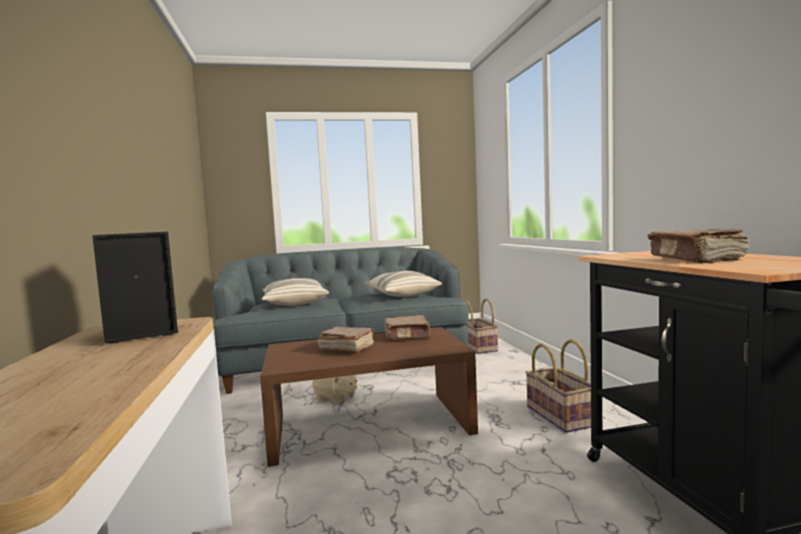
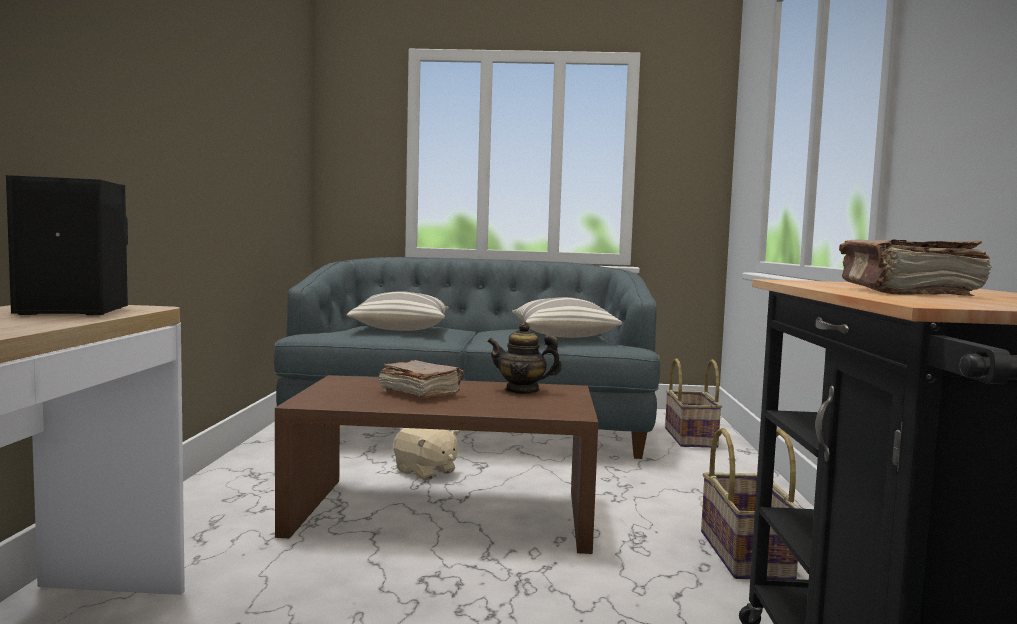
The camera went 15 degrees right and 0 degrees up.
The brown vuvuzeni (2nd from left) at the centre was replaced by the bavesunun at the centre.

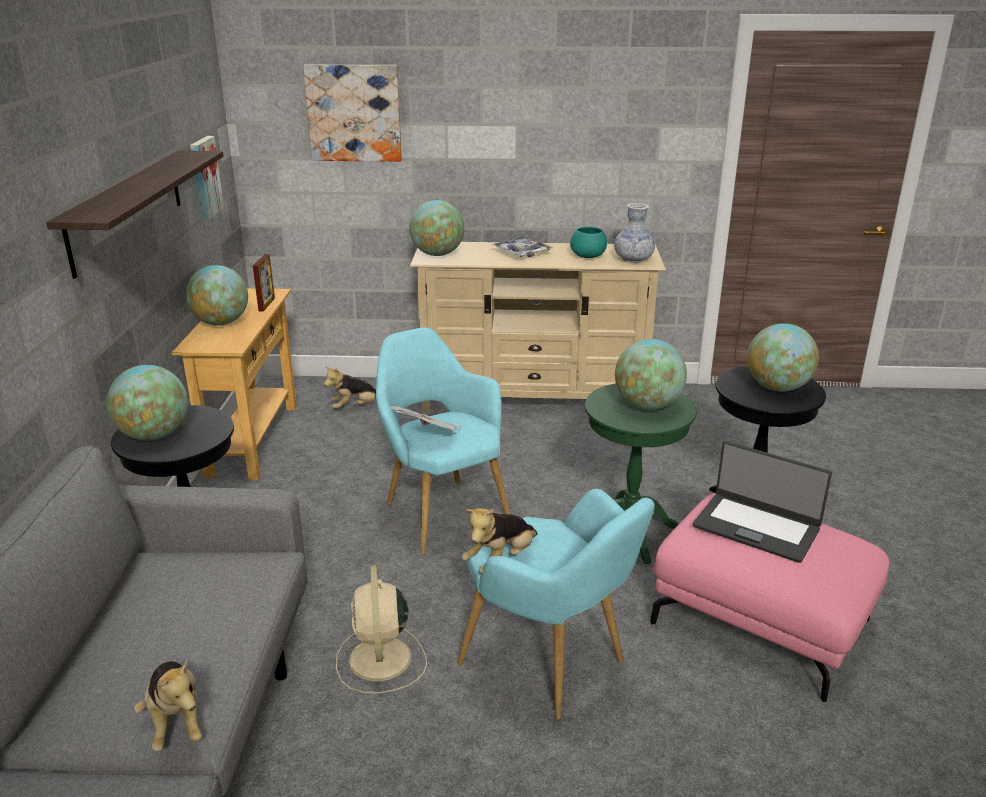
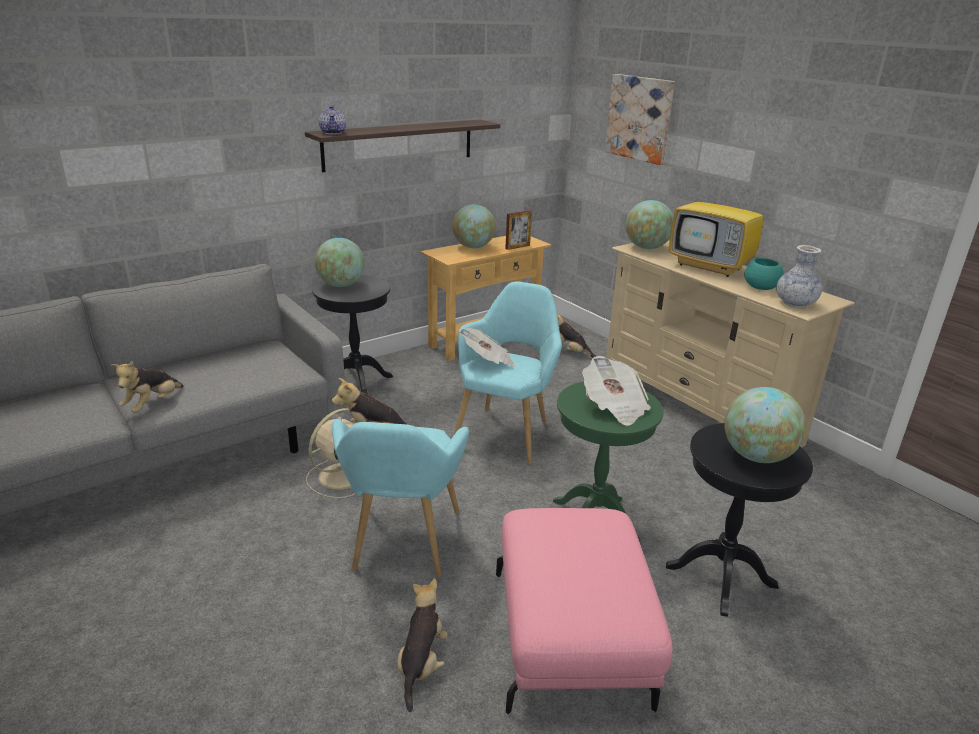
The camera went 50 degrees right and 0 degrees up.
The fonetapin (1st from left) at the top left disappeared.
The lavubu at the middle right disappeared.
The bavesunun at the top centre appeared.
The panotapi (3rd from left) at the bottom centre appeared.
The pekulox at the top centre was replaced by the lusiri at the top right.
The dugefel (4th from left) at the centre was replaced by the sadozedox (2nd from left) at the centre.

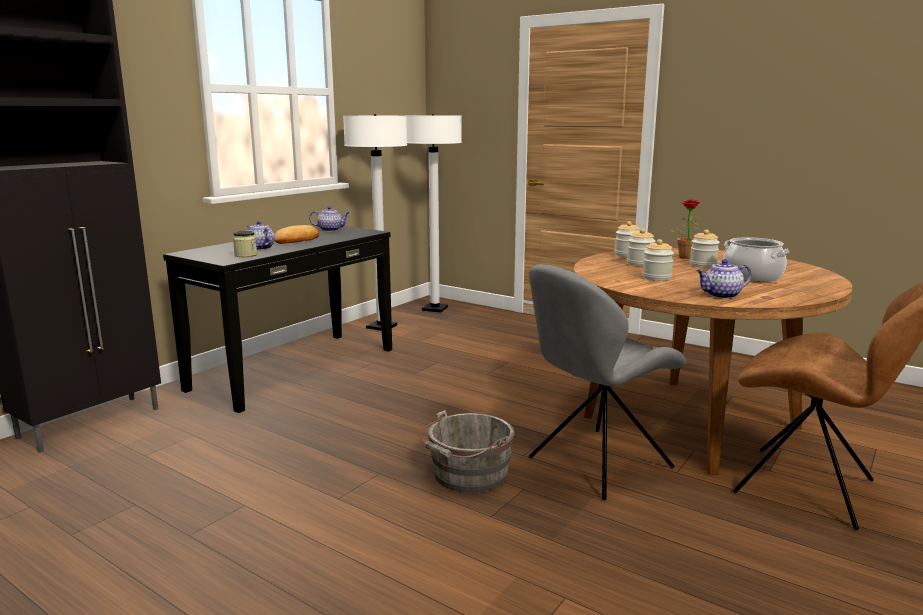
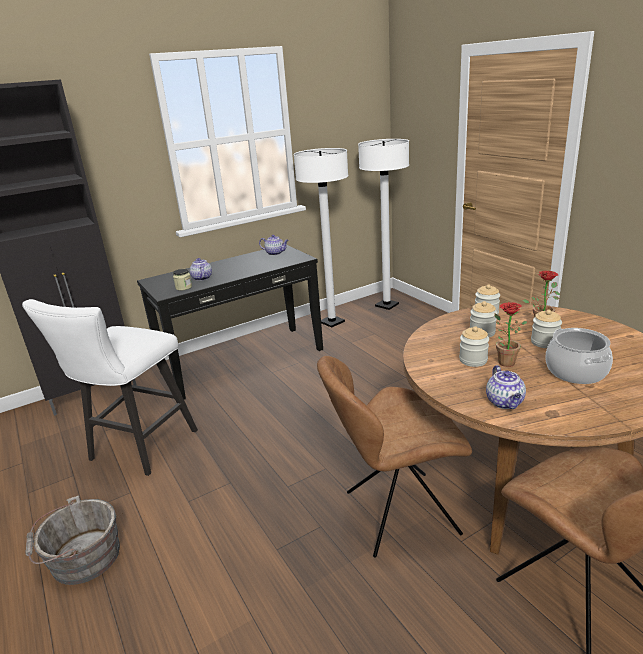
The camera went 25 degrees right and 10 degrees up.
The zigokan at the middle left disappeared.
The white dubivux at the middle left appeared.
The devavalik (1st from left) at the middle right appeared.
The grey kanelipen moved from the bottom centre to the bottom left.
The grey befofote at the centre became the brown befofote (1st from left) at the bottom centre.
The bavesunun (3rd from left) at the middle right turned 105 degrees counterclockwise.

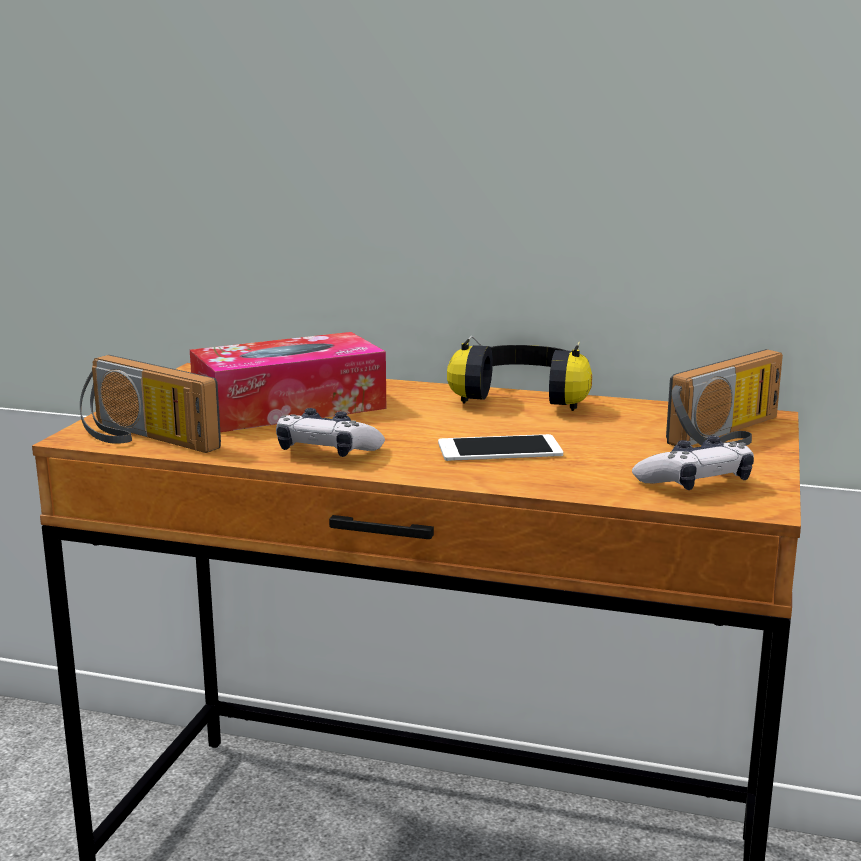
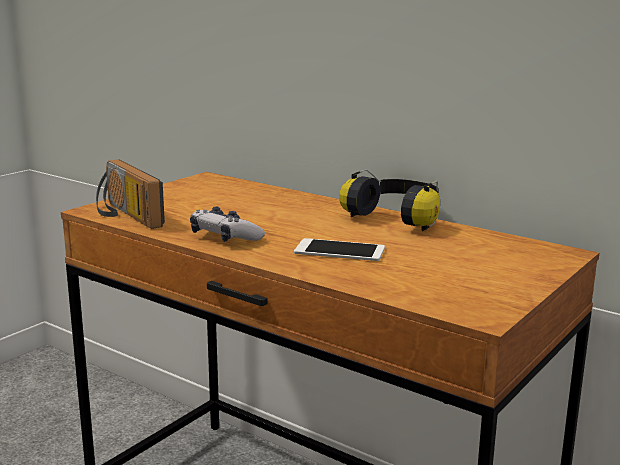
The camera went 20 degrees right and 0 degrees up.
The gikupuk at the centre disappeared.
The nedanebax (2nd from left) at the middle right disappeared.
The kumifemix (2nd from left) at the middle right disappeared.

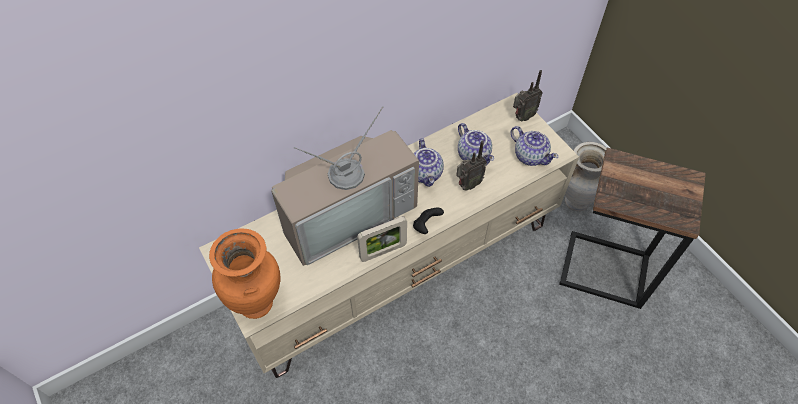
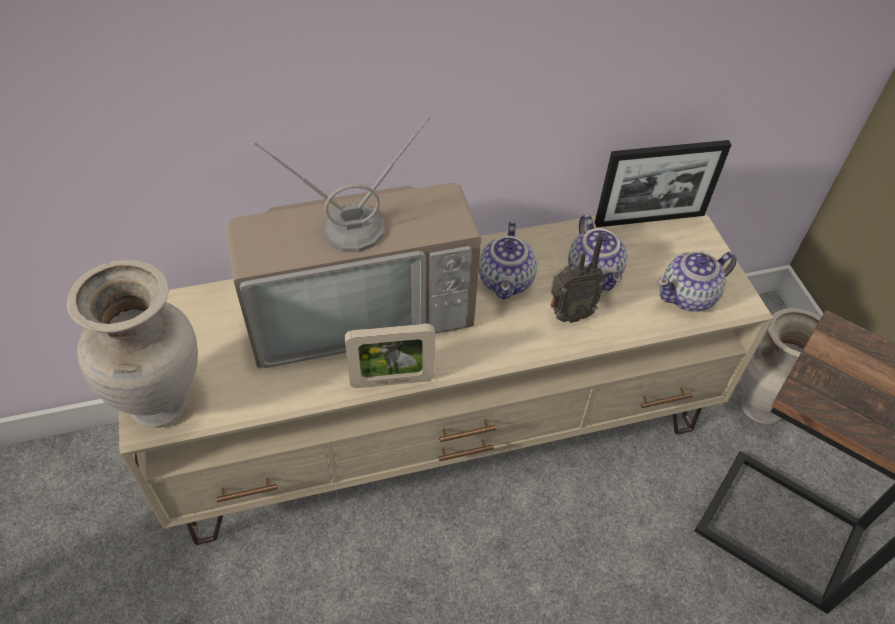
The camera went 15 degrees right and 5 degrees down.
The black nedanebax at the centre disappeared.
The kumifemix (2nd from left) at the top centre disappeared.
The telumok (2nd from left) at the top right appeared.
The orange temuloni at the bottom left became the beige temuloni (1st from left) at the middle left.
The bavesunun (3rd from left) at the middle right turned 90 degrees clockwise.

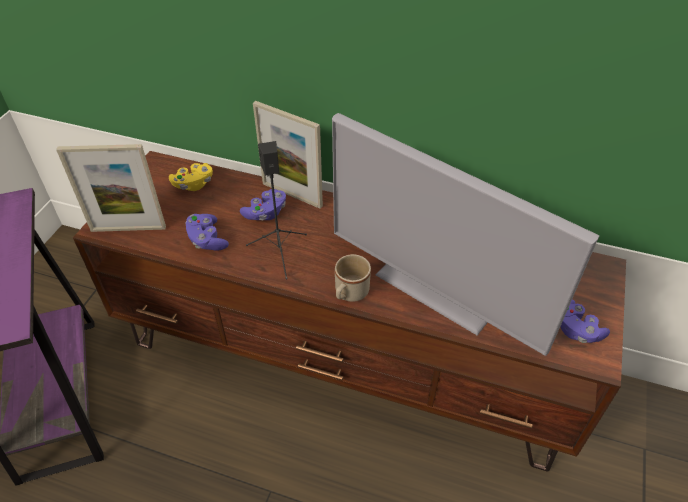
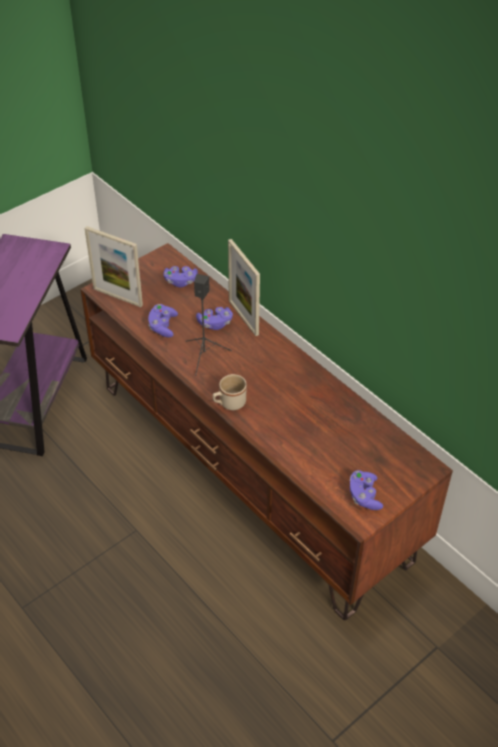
The camera went 30 degrees right and 0 degrees up.
The lusiri at the middle right disappeared.
The yellow nedanebax at the middle left became the purple nedanebax (2nd from left) at the centre.

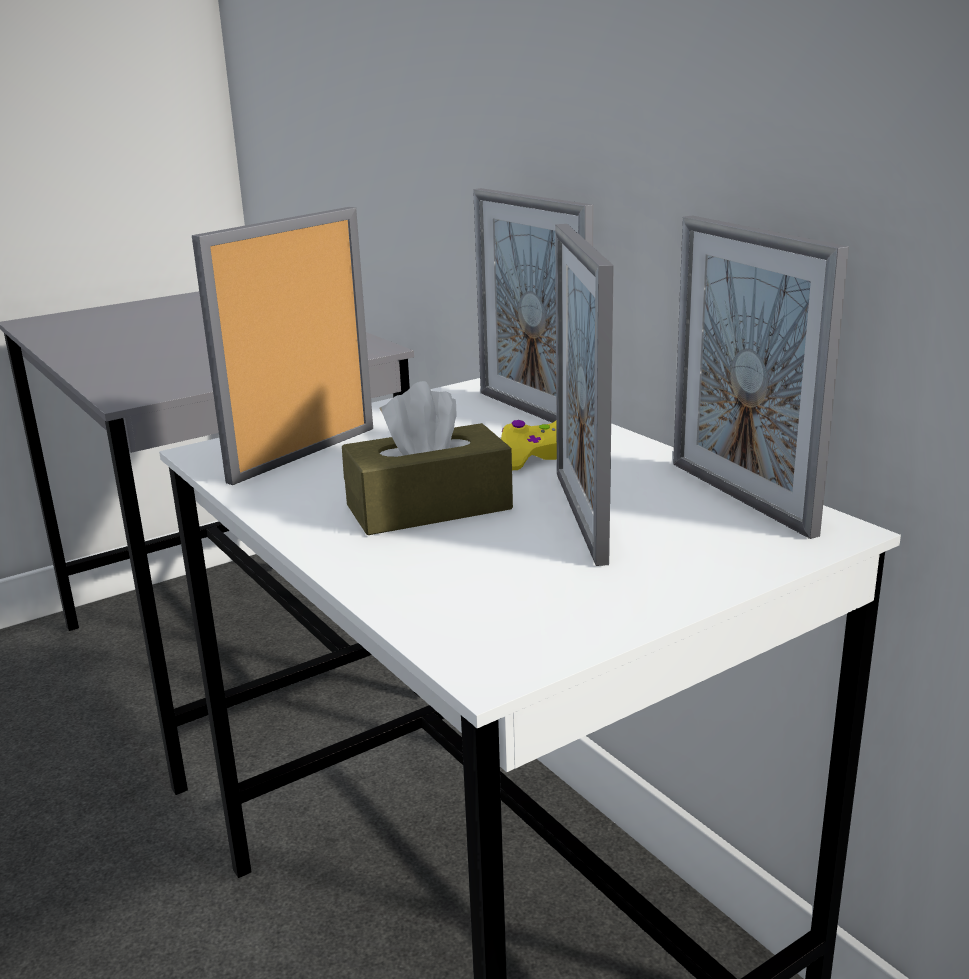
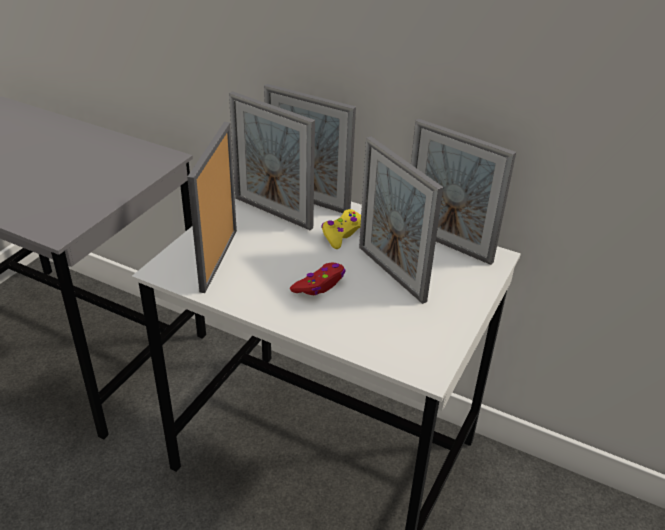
The camera went 30 degrees left and 15 degrees up.
The telumok (2nd from left) at the top centre appeared.
The brown gikupuk at the centre was replaced by the red nedanebax at the centre.

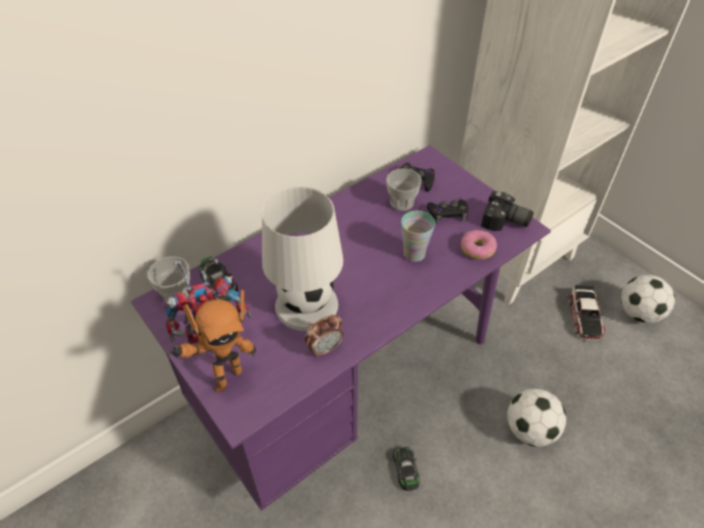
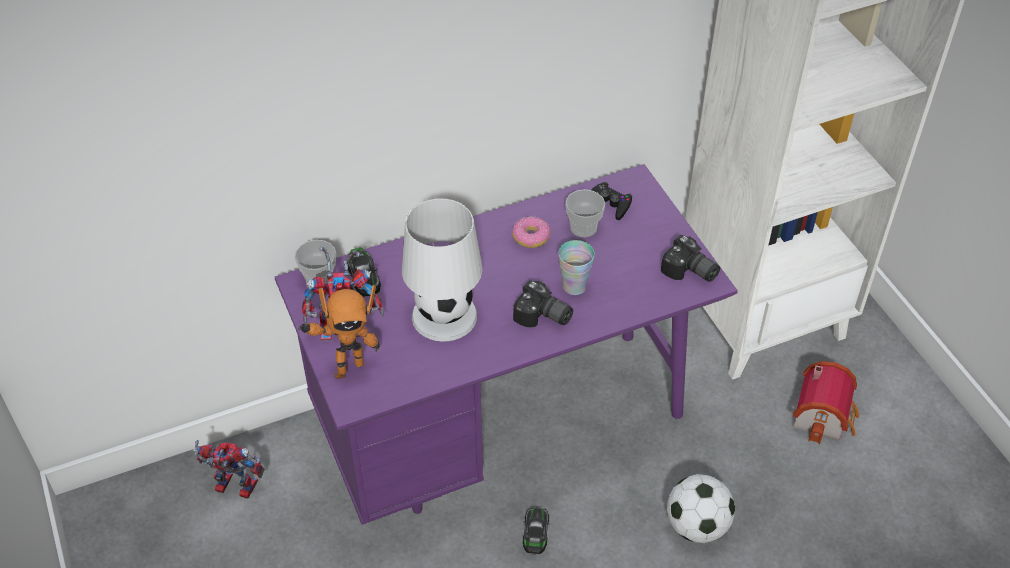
The camera went 15 degrees right and 0 degrees up.
The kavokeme at the centre disappeared.
The black nedanebax (2nd from left) at the centre disappeared.
The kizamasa (2nd from left) at the middle right disappeared.
The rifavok (1st from left) at the bottom left appeared.
The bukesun (1st from left) at the centre appeared.
The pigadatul moved from the middle right to the centre.
The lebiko (3rd from left) at the middle right was replaced by the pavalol at the bottom right.

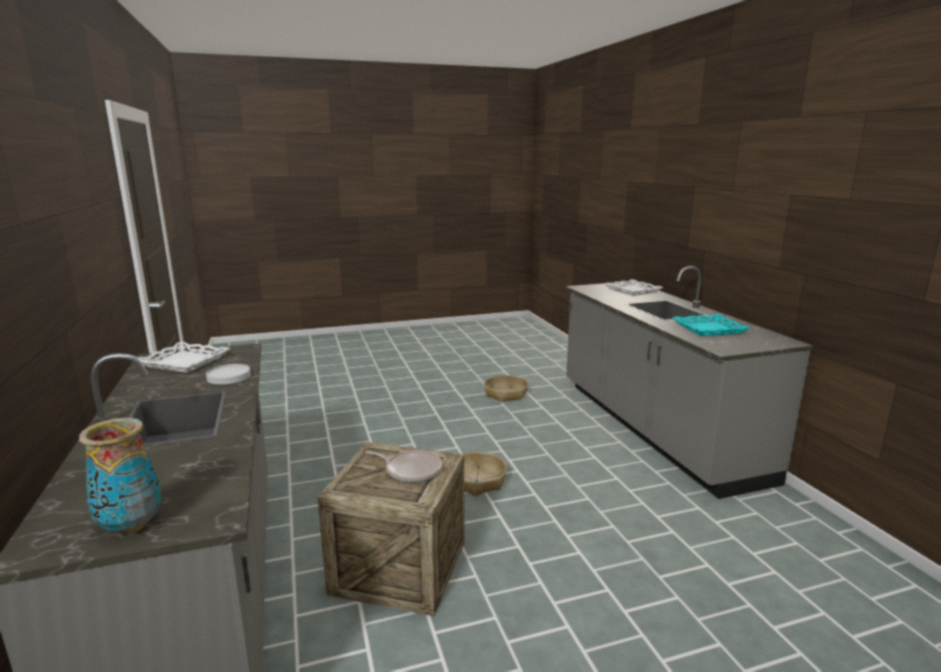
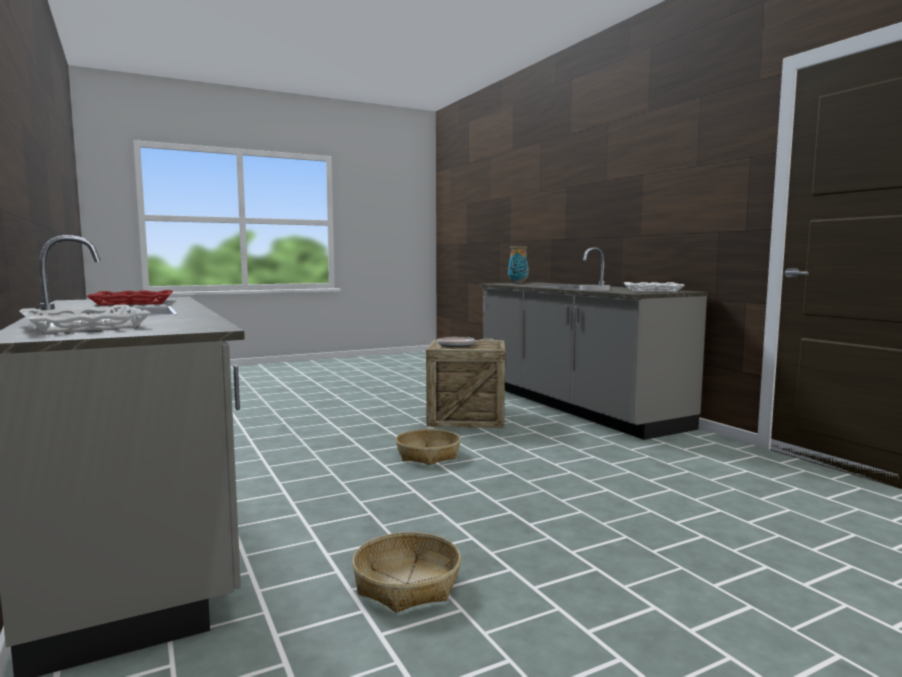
The camera went 170 degrees right and 10 degrees down.
The turquoise pekulox at the middle right became the red pekulox at the middle left.

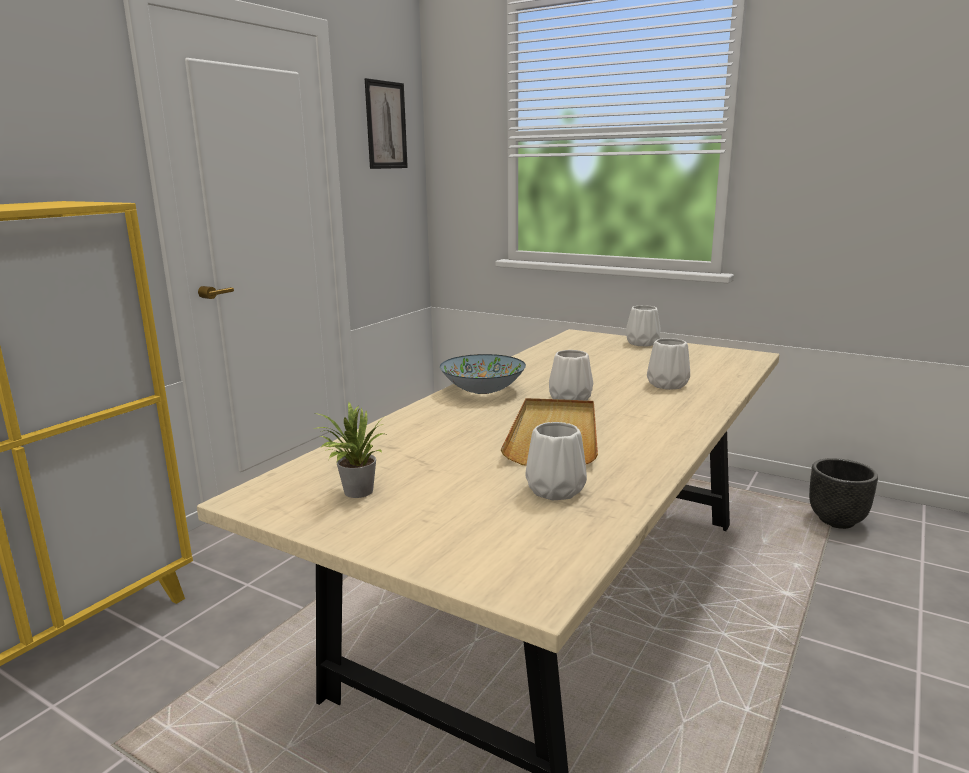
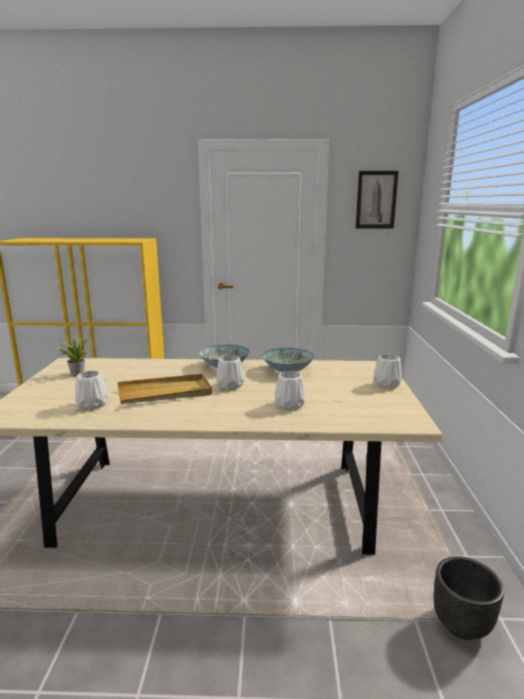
The camera went 60 degrees right and 0 degrees up.
The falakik (2nd from left) at the centre appeared.

